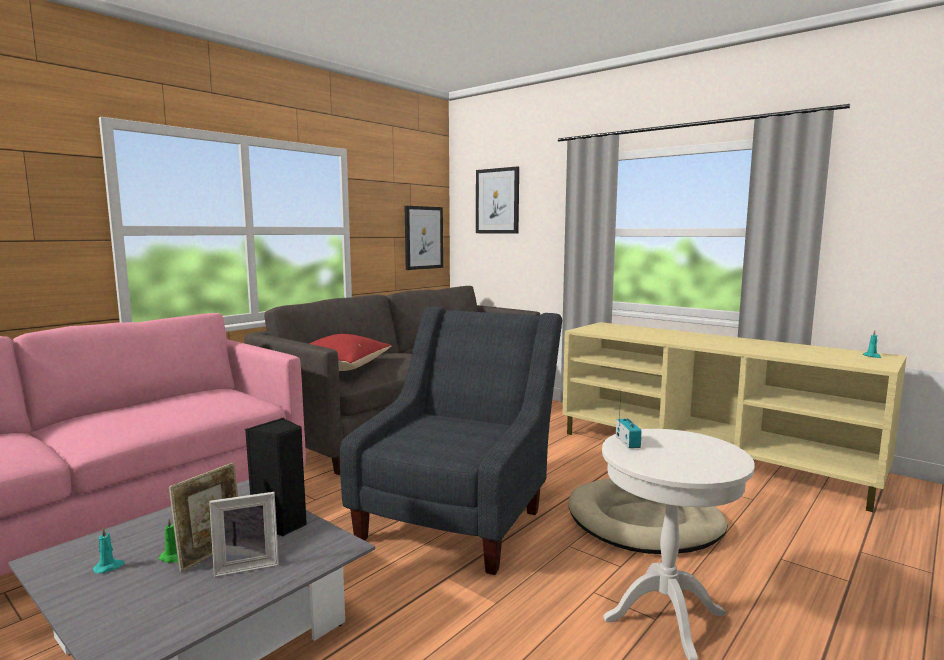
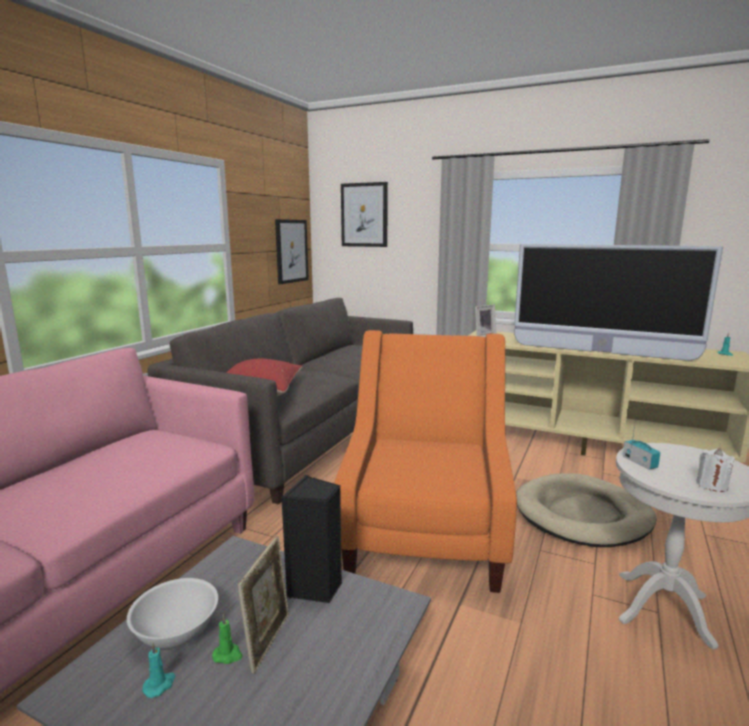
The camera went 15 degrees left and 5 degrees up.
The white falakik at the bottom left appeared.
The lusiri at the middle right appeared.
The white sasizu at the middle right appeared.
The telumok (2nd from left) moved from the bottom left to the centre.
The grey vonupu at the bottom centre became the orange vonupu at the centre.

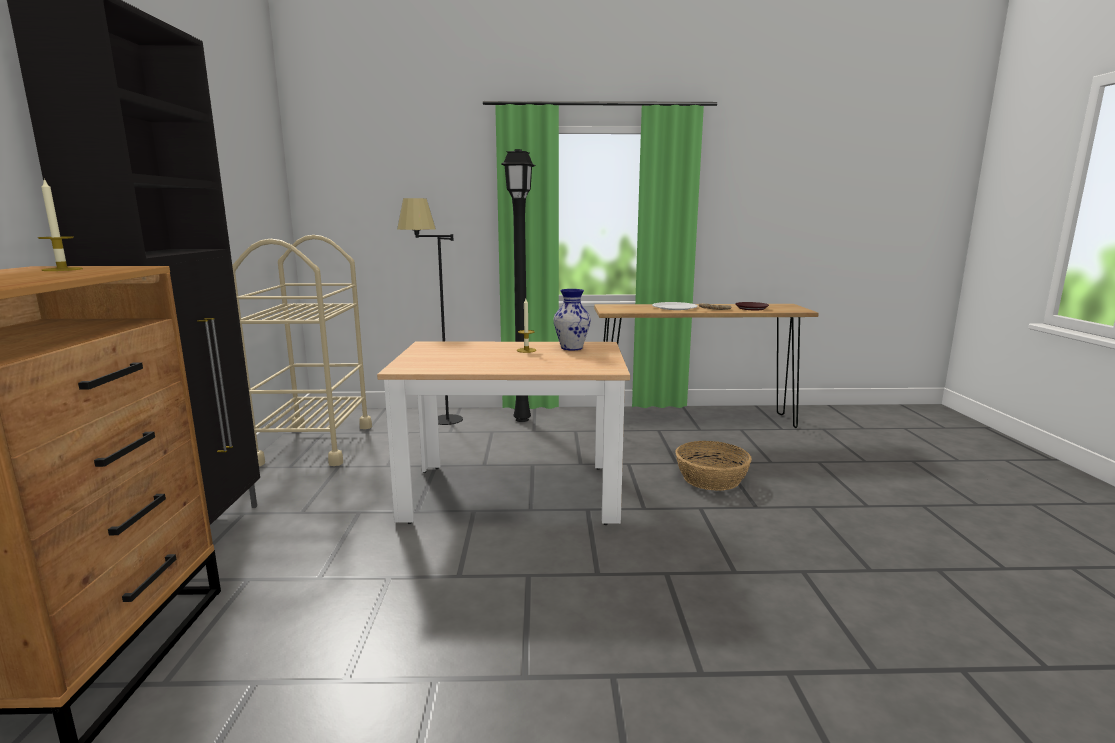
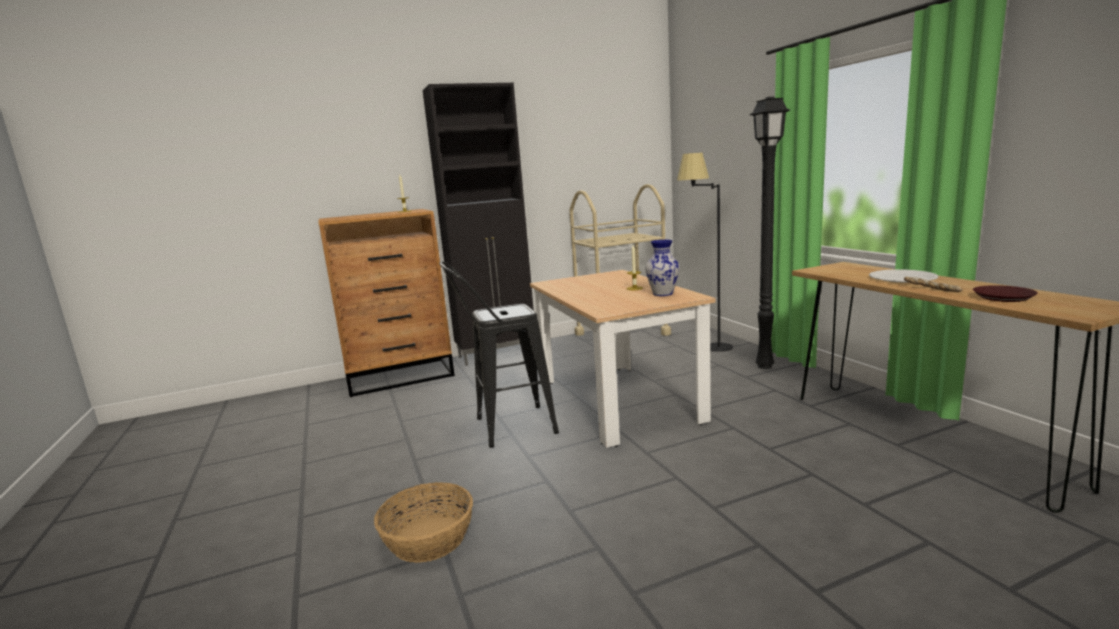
The camera went 70 degrees right and 0 degrees up.
The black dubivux at the centre appeared.
The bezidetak moved from the centre to the bottom centre.

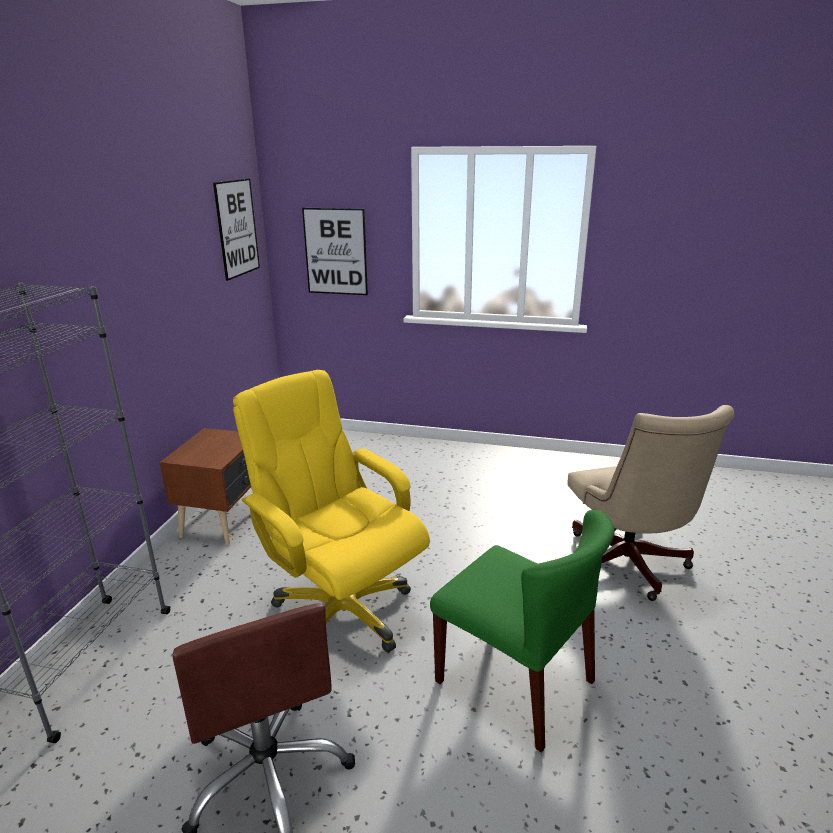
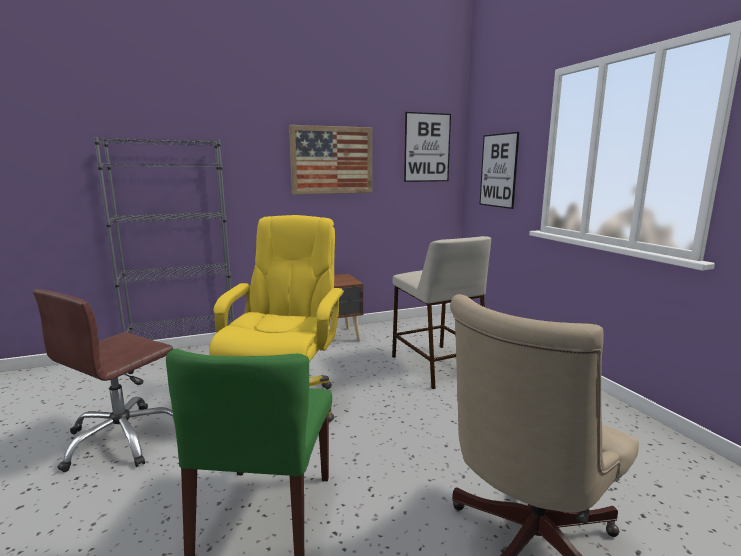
The camera went 55 degrees right and 10 degrees down.
The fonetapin (1st from left) at the top centre appeared.
The beige dubivux at the centre appeared.

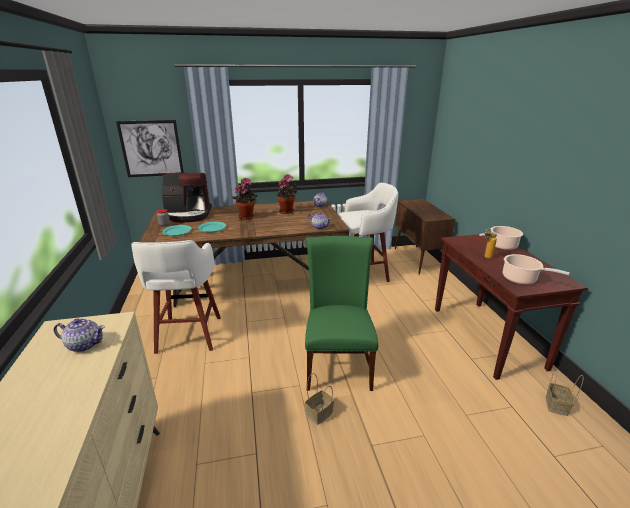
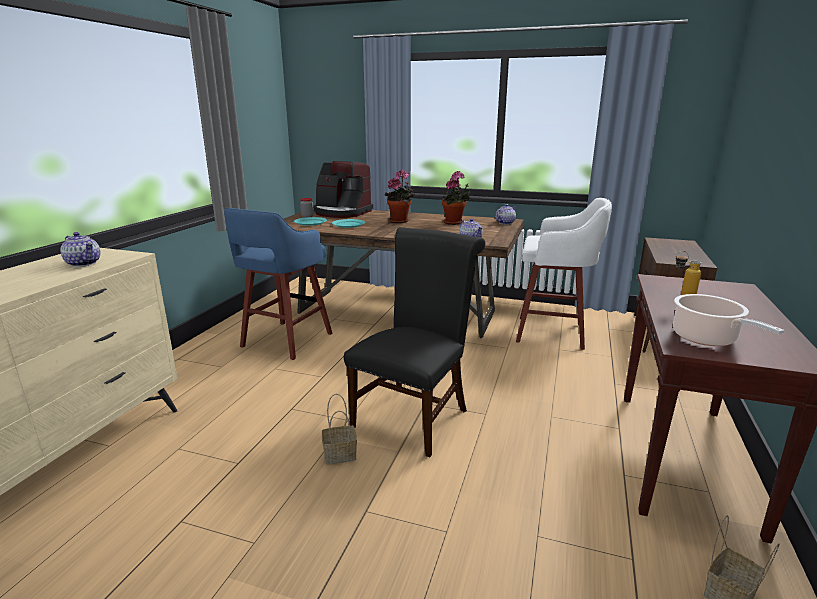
The camera went 30 degrees right and 5 degrees down.
The fonetapin at the top left disappeared.
The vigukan (1st from left) at the middle right disappeared.
The white dubivux (1st from left) at the middle left became the blue dubivux at the centre.
The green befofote at the centre became the black befofote at the centre.

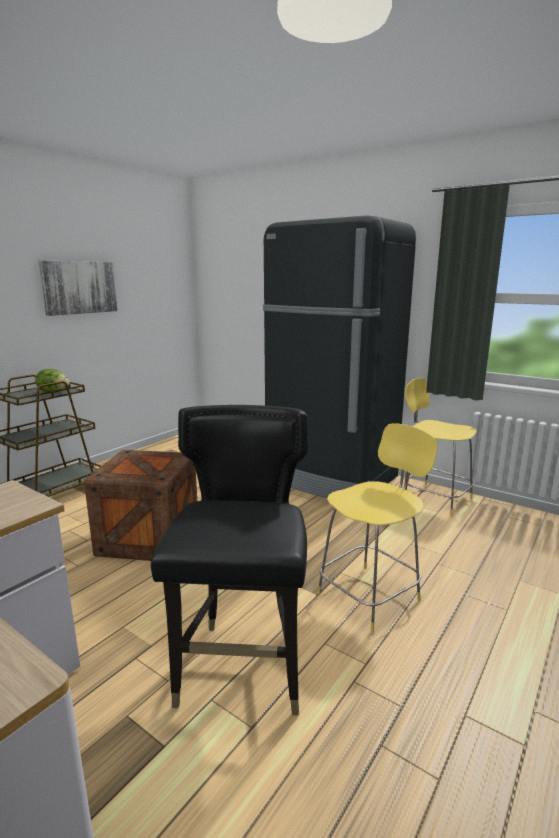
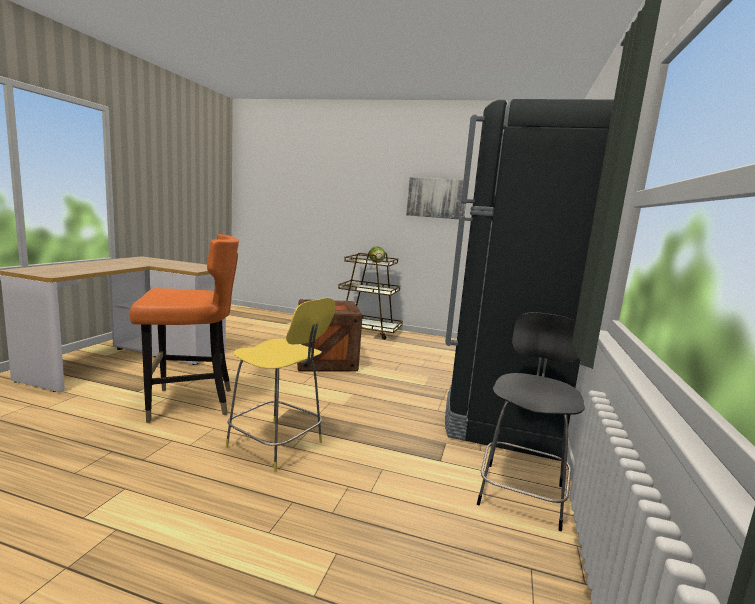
The camera went 70 degrees right and 5 degrees down.
The black befofote at the bottom centre became the orange befofote at the middle left.
The yellow dubivux (2nd from left) at the middle right became the black dubivux at the bottom right.

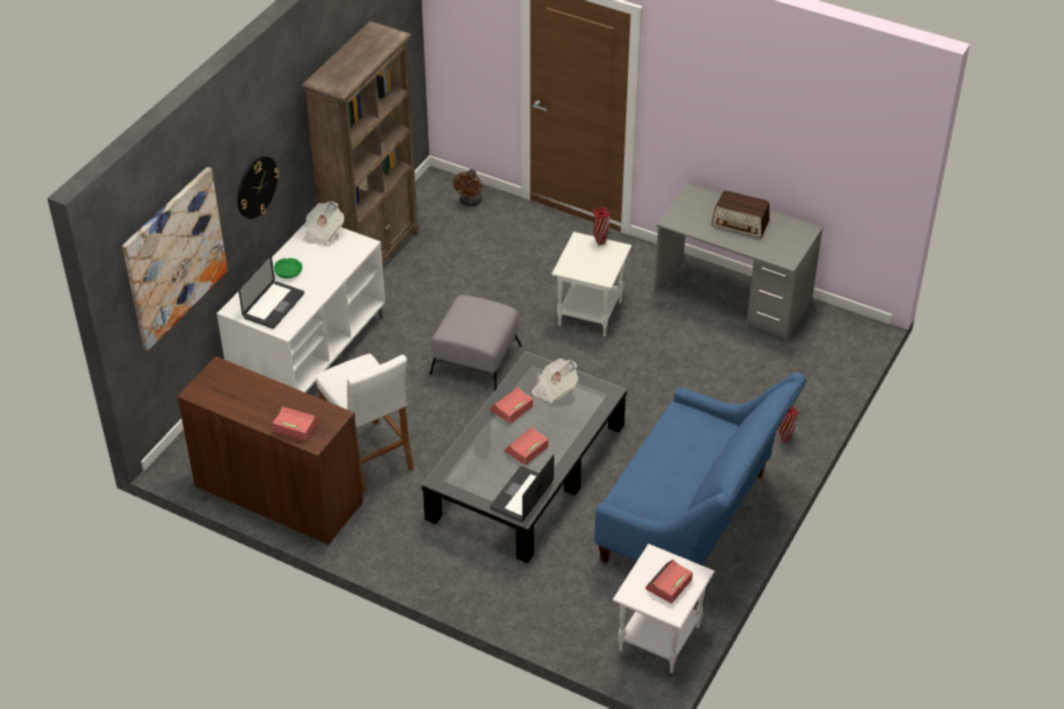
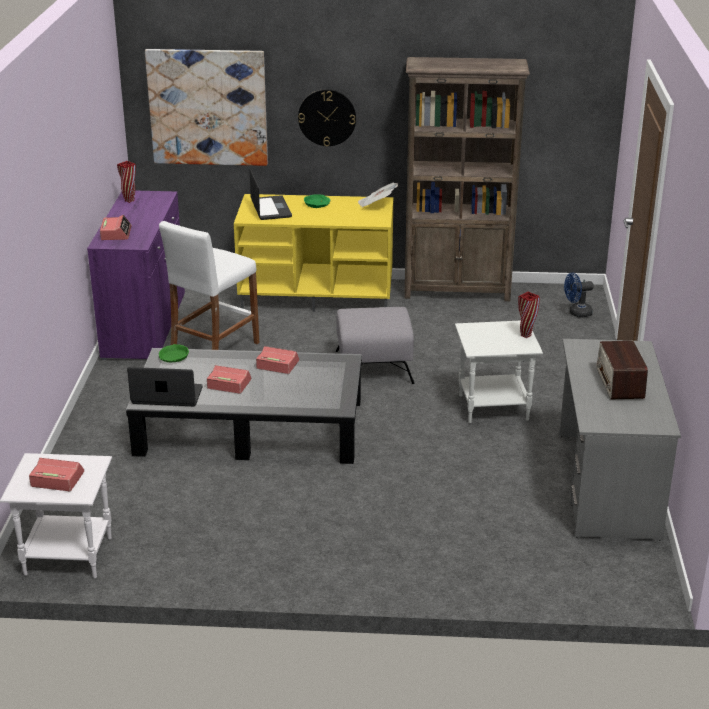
The camera went 65 degrees right and 15 degrees down.
The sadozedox (2nd from left) at the centre disappeared.
The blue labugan at the centre disappeared.
The green falakik (1st from left) at the middle left appeared.
The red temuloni (2nd from left in the first image) moved from the middle right to the top left.
The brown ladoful at the middle left became the purple ladoful at the middle left.
The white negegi at the middle left became the yellow negegi at the centre.
The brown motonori at the top centre became the blue motonori at the middle right.
The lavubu (1st from left in the first image) at the middle left turned 105 degrees counterclockwise.

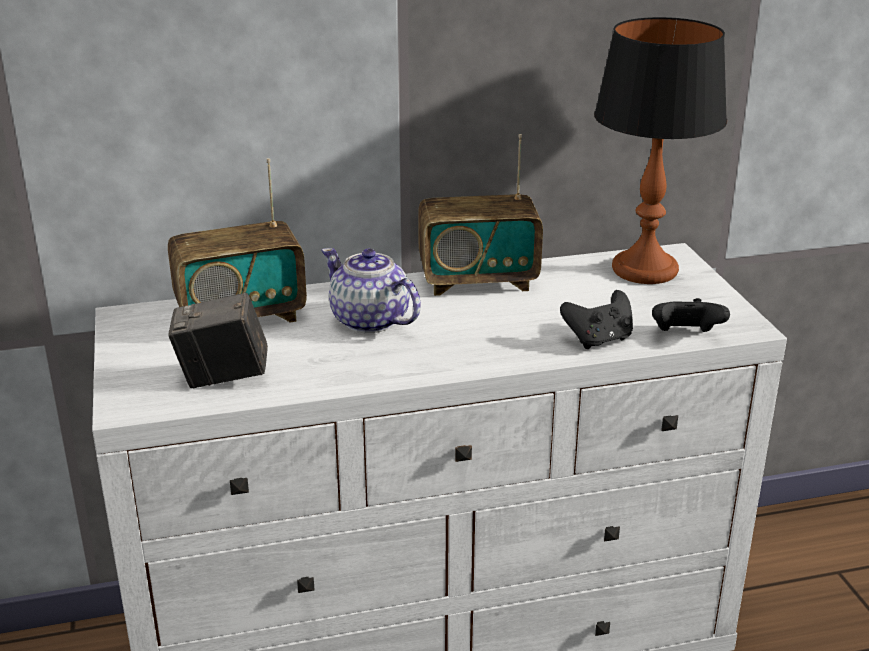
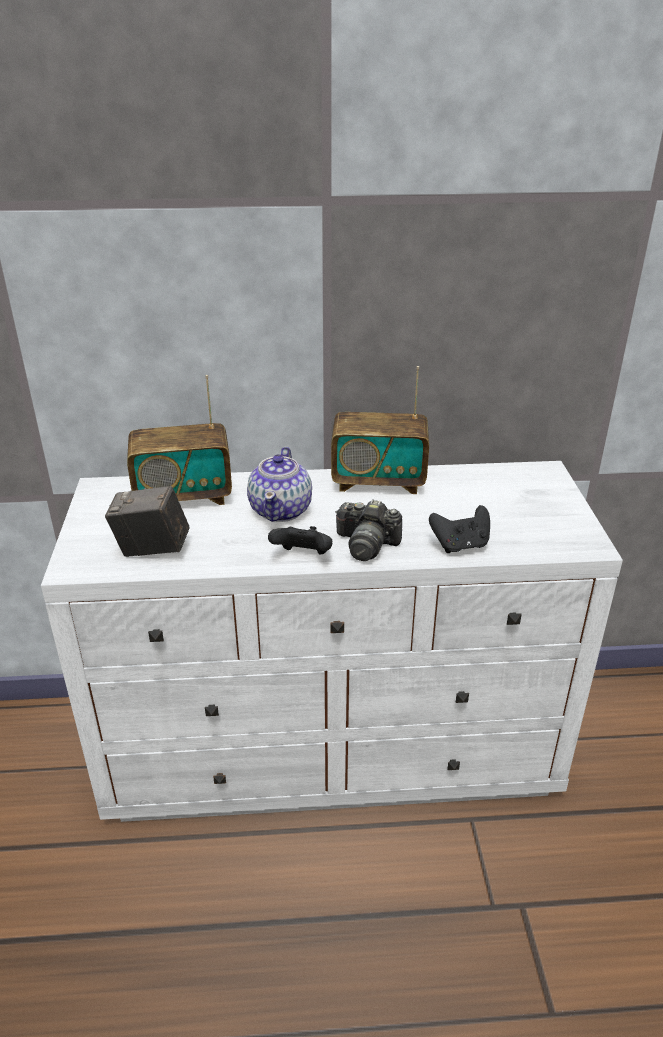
The camera went 10 degrees right and 5 degrees up.
The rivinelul at the top right disappeared.
The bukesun (2nd from left) at the centre appeared.
The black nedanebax (2nd from left in the first image) moved from the middle right to the centre.
The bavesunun at the centre turned 135 degrees counterclockwise.

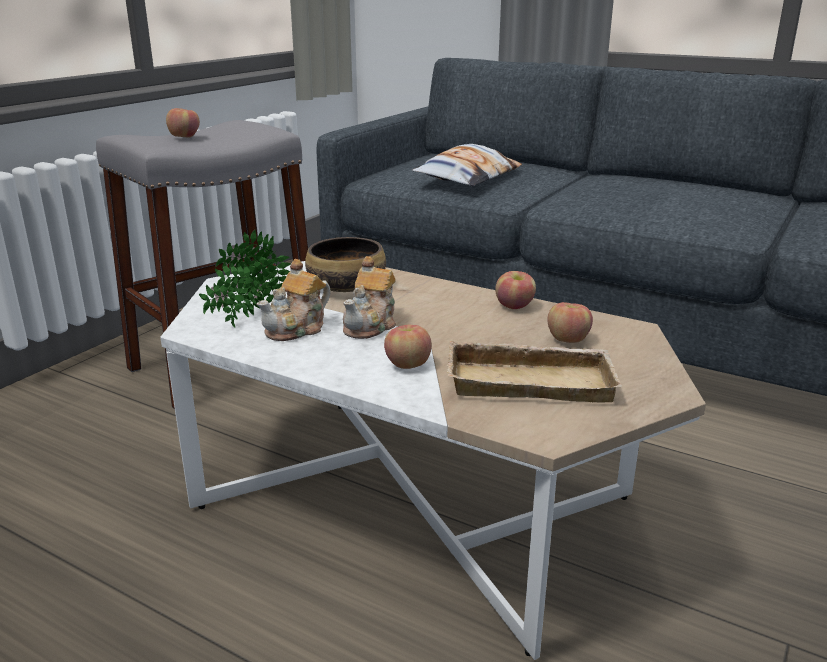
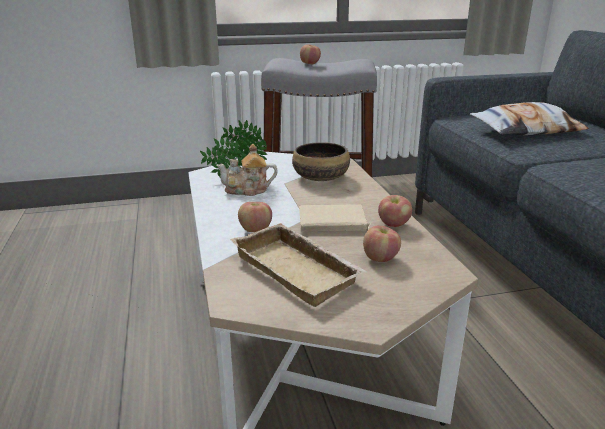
The camera went 45 degrees right and 0 degrees up.
The bavesunun (2nd from left) at the centre disappeared.
The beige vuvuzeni at the centre appeared.

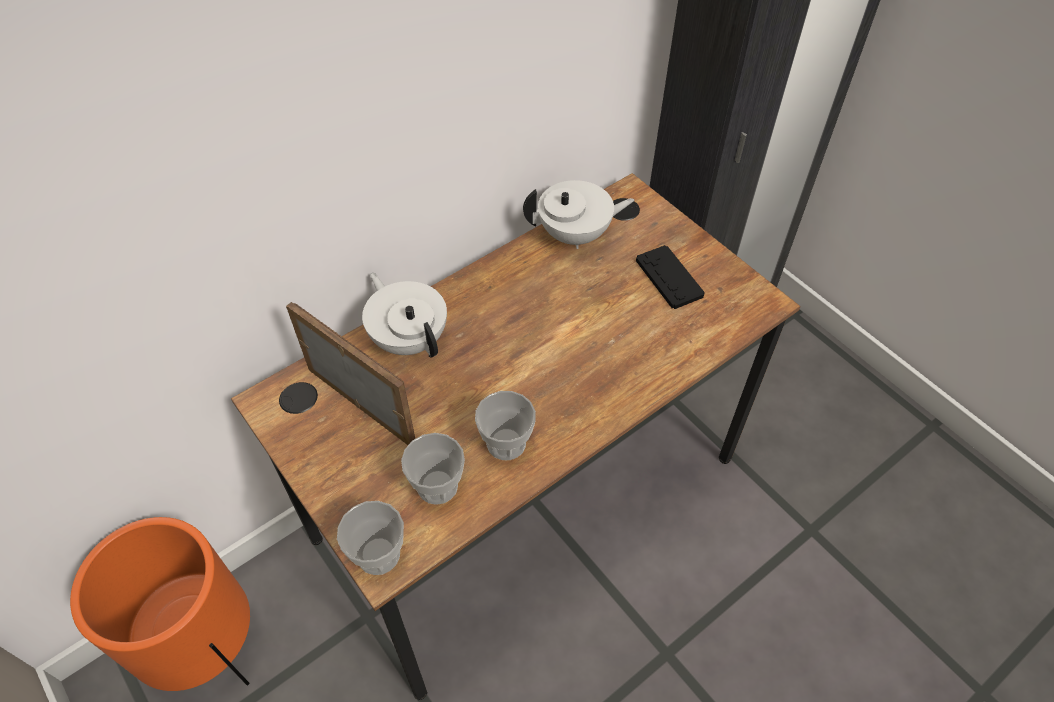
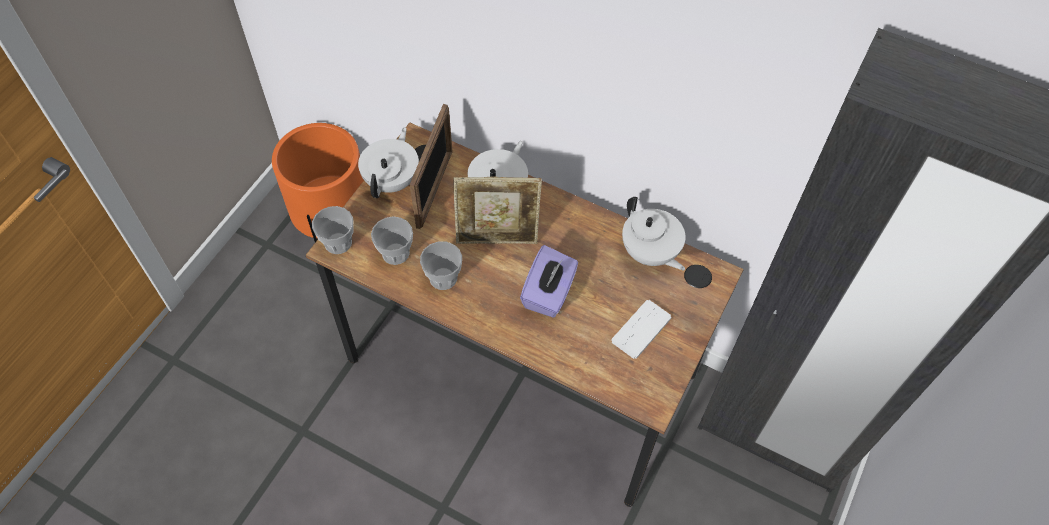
The camera went 65 degrees right and 5 degrees up.
The white bavesunun (1st from left) at the top centre appeared.
The telumok (2nd from left) at the centre appeared.
The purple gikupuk at the centre appeared.
The black nedanebax at the centre became the white nedanebax at the centre.

